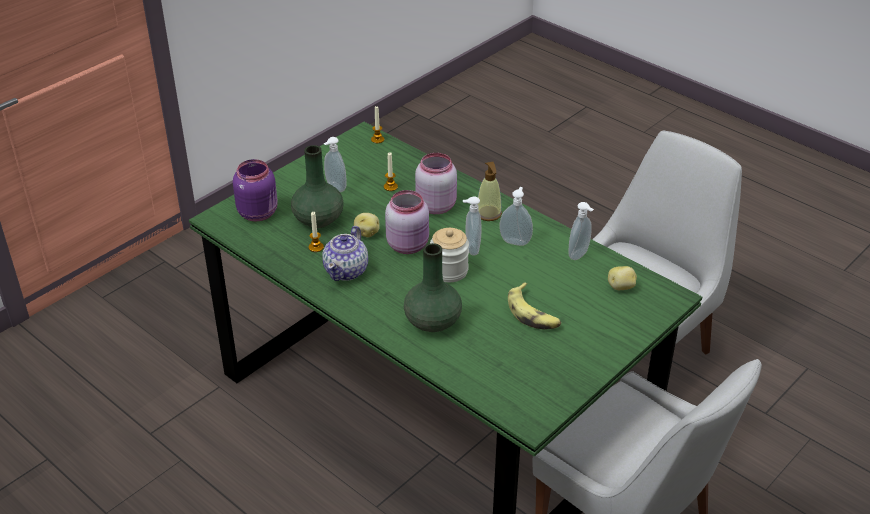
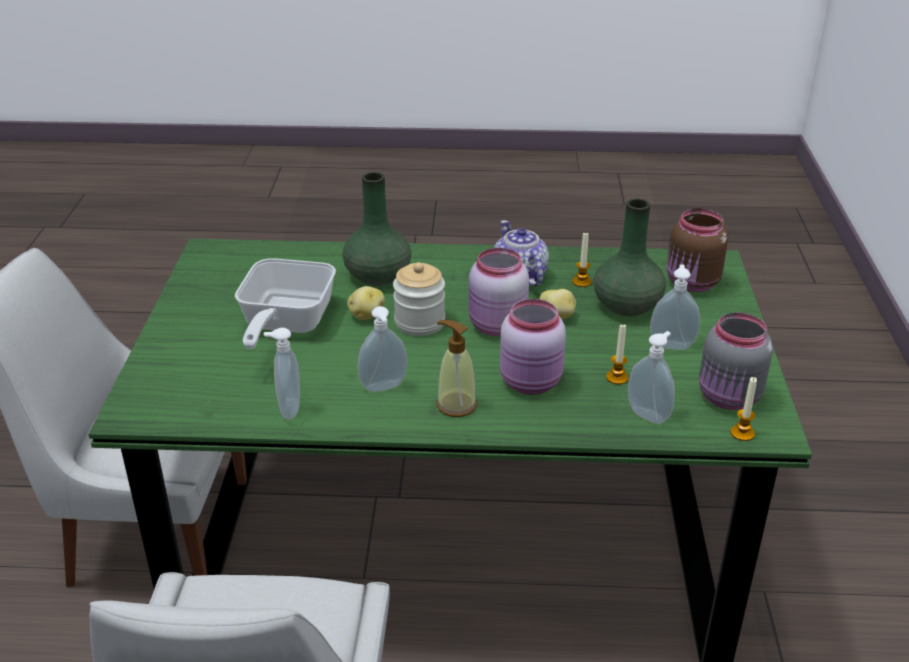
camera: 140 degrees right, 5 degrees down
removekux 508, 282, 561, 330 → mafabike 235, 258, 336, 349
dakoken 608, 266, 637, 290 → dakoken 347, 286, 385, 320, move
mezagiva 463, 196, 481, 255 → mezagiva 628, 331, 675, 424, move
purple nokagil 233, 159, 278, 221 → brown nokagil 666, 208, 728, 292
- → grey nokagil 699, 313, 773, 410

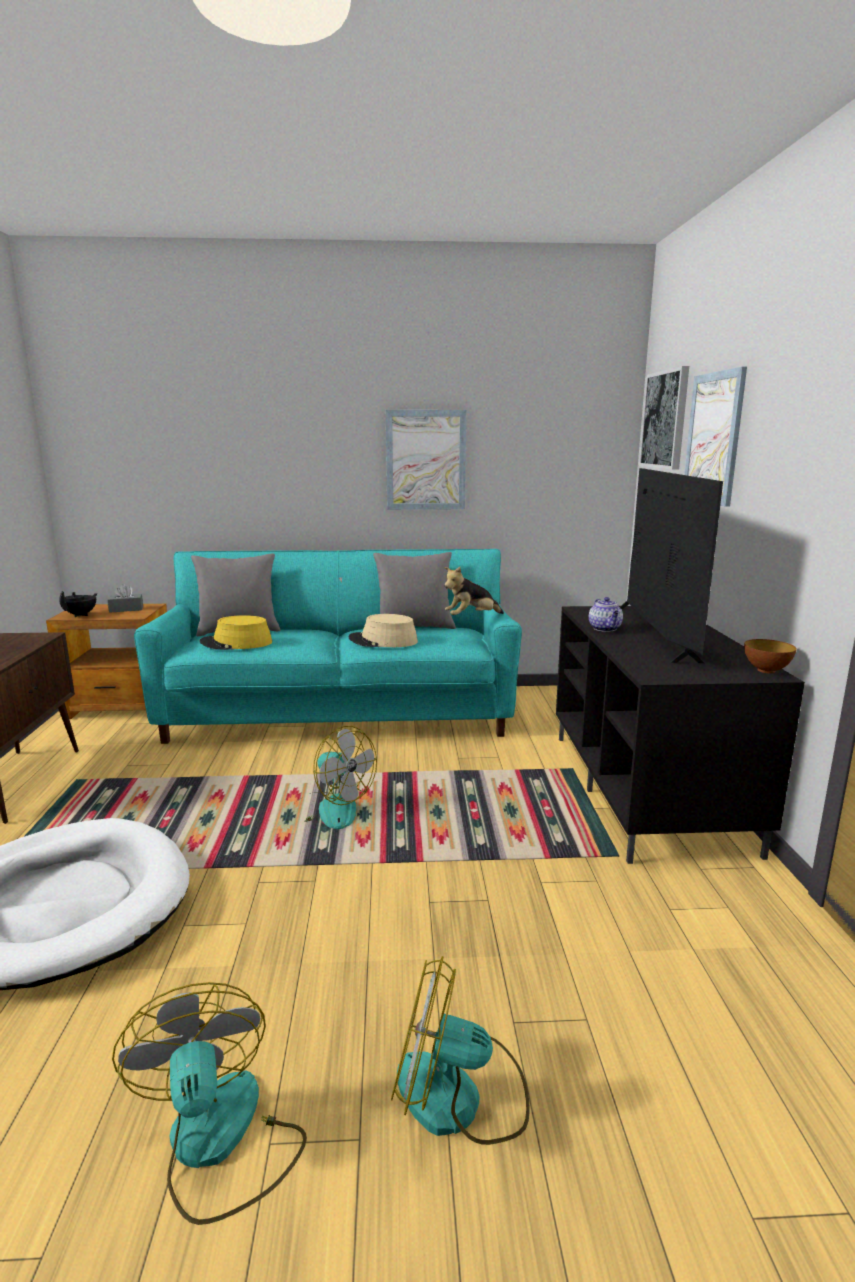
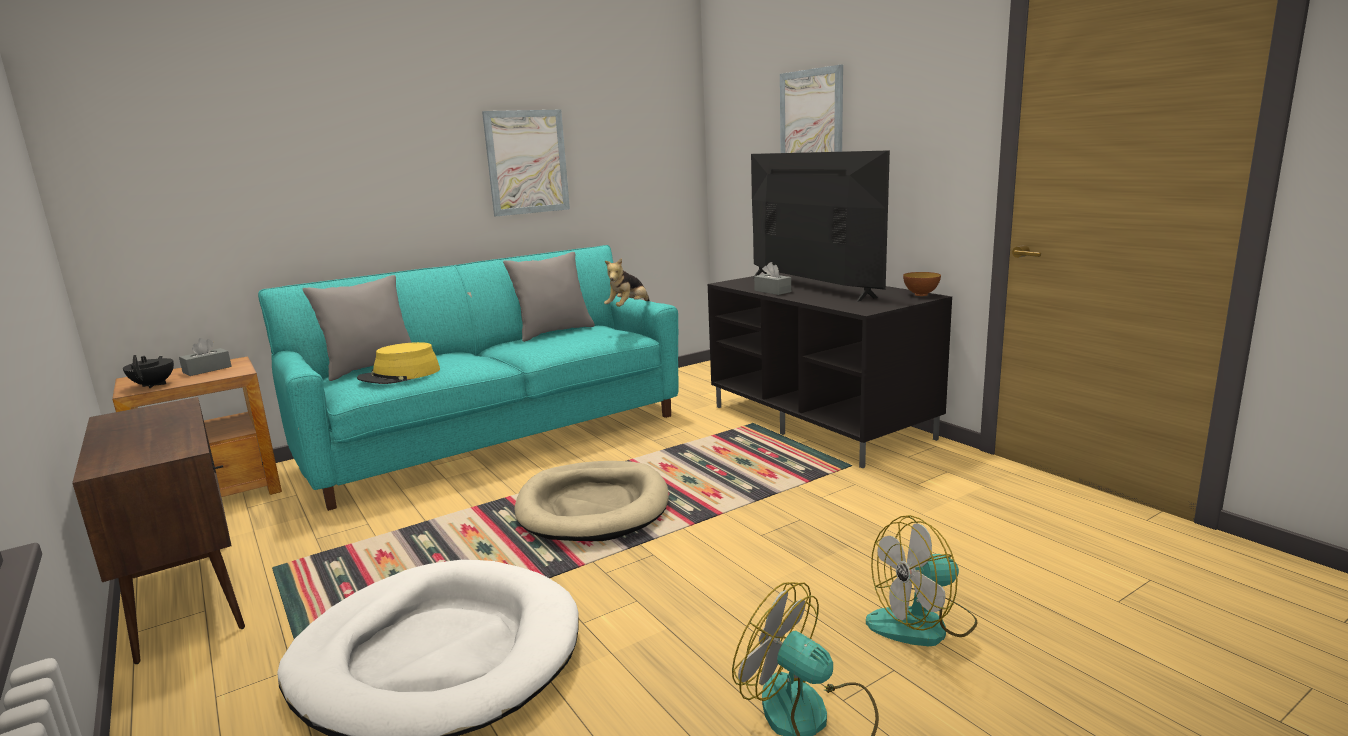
camera: 30 degrees left, 0 degrees up
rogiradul 302, 726, 377, 829 → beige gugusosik 515, 461, 669, 541
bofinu 589, 597, 623, 632 → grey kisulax 754, 262, 791, 295
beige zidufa 349, 614, 418, 647 → -
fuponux 639, 366, 689, 469 → -

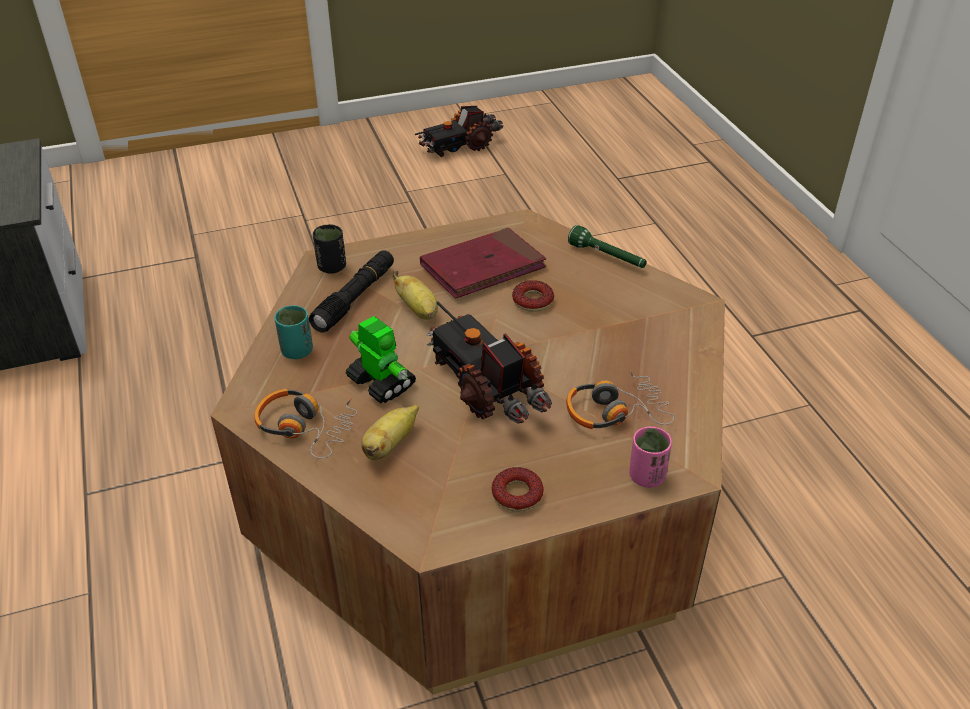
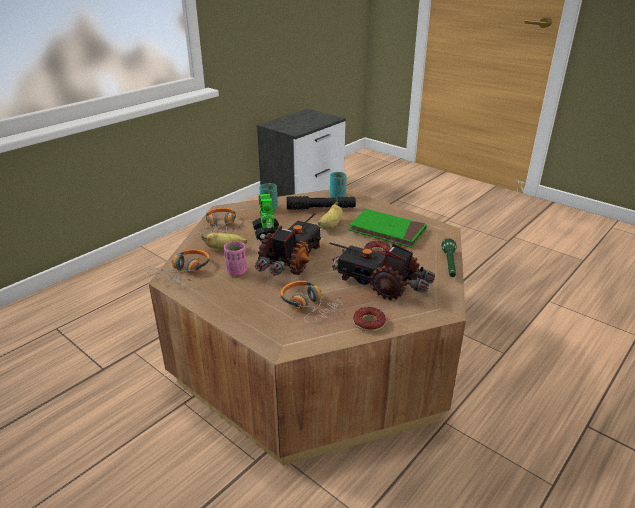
camera: 60 degrees right, 10 degrees down
- → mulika 147, 249, 210, 283
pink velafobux 629, 426, 672, 488 → pink velafobux 224, 241, 247, 276, move
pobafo 346, 316, 416, 404 → pobafo 252, 194, 279, 241, 150 degrees clockwise
black velafobux 313, 224, 346, 274 → turquoise velafobux 330, 172, 346, 198
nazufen 415, 106, 503, 157 → nazufen 330, 242, 435, 300, move
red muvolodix 420, 228, 546, 299 → green muvolodix 348, 209, 427, 248
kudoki 491, 467, 544, 512 → kudoki 353, 307, 386, 332, move

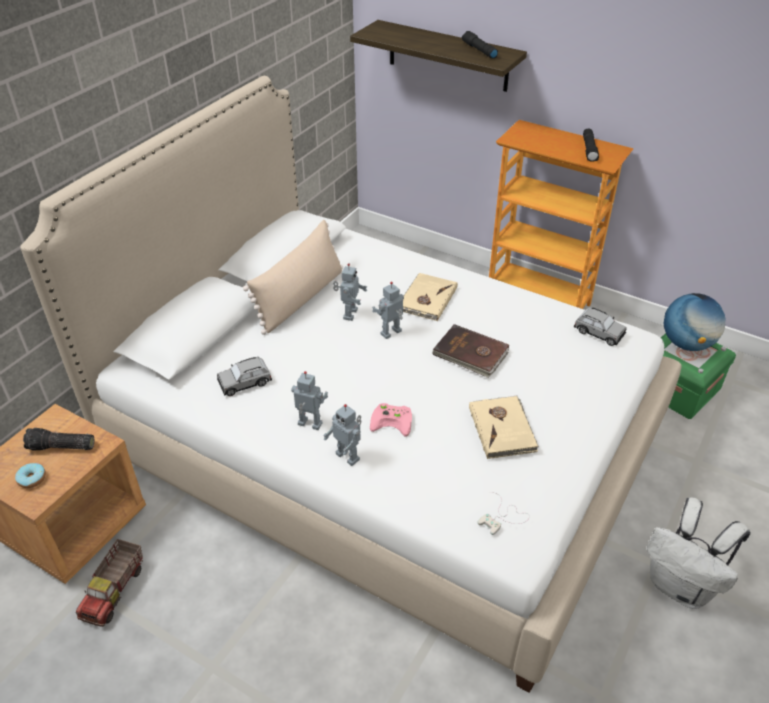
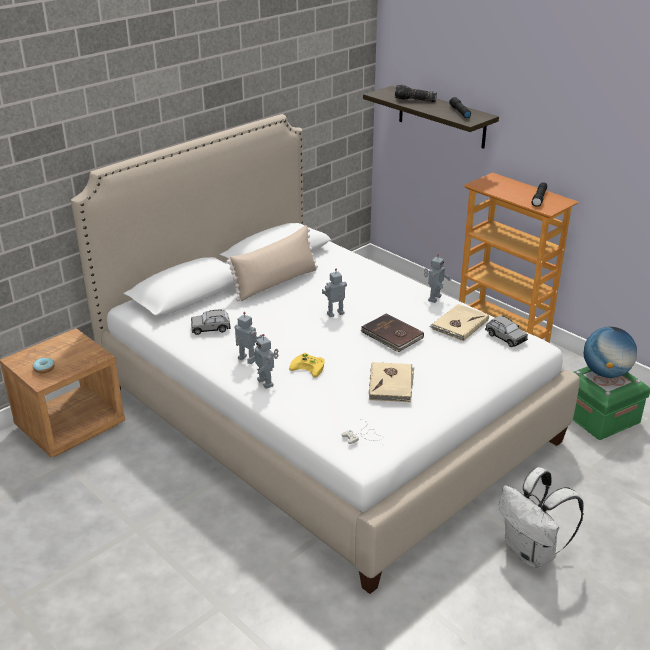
camera: 15 degrees right, 10 degrees down
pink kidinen 370, 403, 412, 436 → yellow kidinen 289, 353, 325, 378
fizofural 23, 428, 94, 451 → fizofural 395, 85, 437, 102, move
pobafo 333, 263, 367, 321 → pobafo 424, 254, 451, 303, move
beige muvolodix 403, 273, 458, 321 → beige muvolodix 429, 304, 489, 341, move
nazufen 75, 539, 143, 627 → -

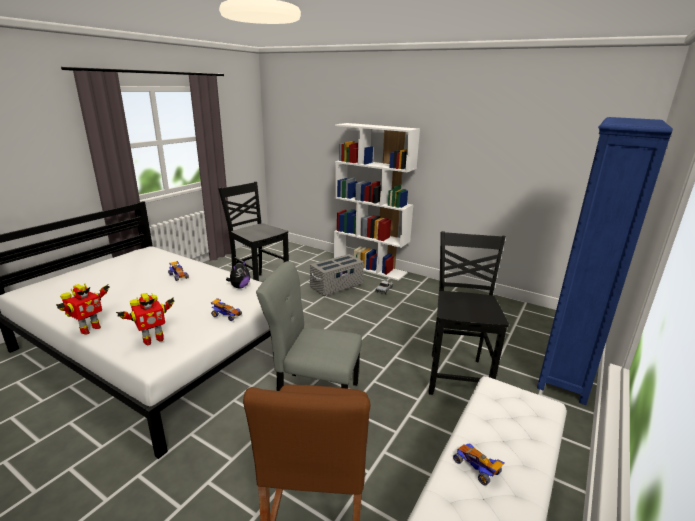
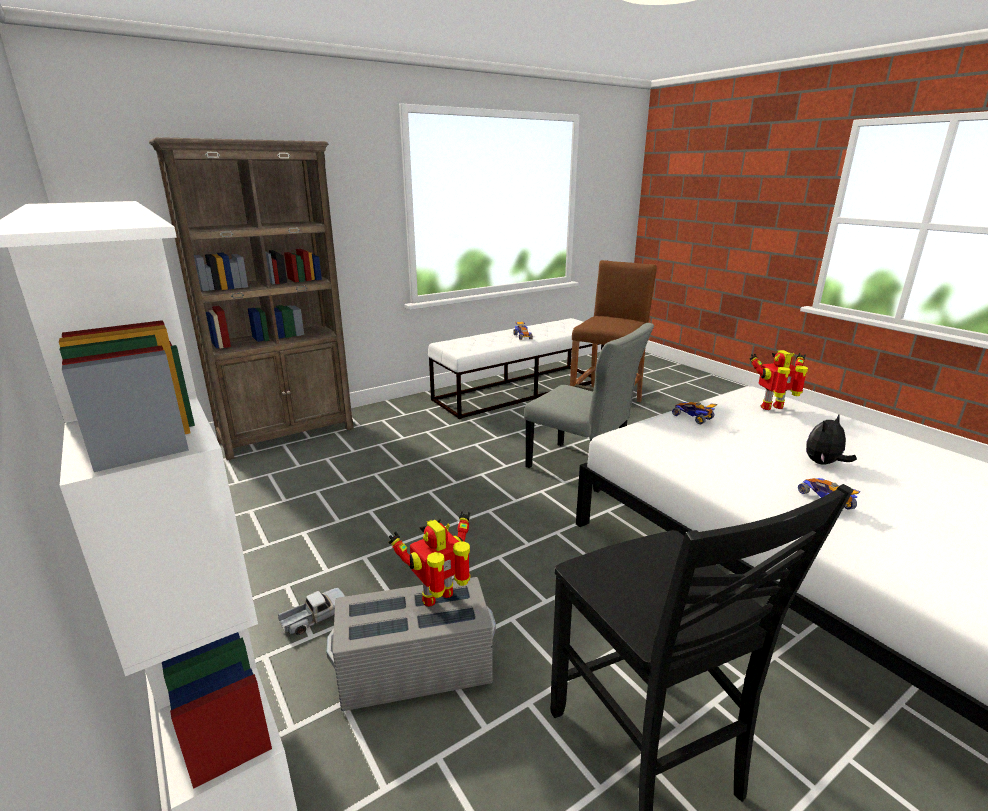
camera: 155 degrees left, 0 degrees up
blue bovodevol 537, 117, 673, 405 → brown bovodevol 149, 137, 354, 460
pobafo 56, 284, 110, 334 → pobafo 389, 511, 471, 607, move
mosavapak 226, 261, 250, 289 → mosavapak 806, 415, 857, 465, move
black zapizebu 429, 231, 509, 395 → -

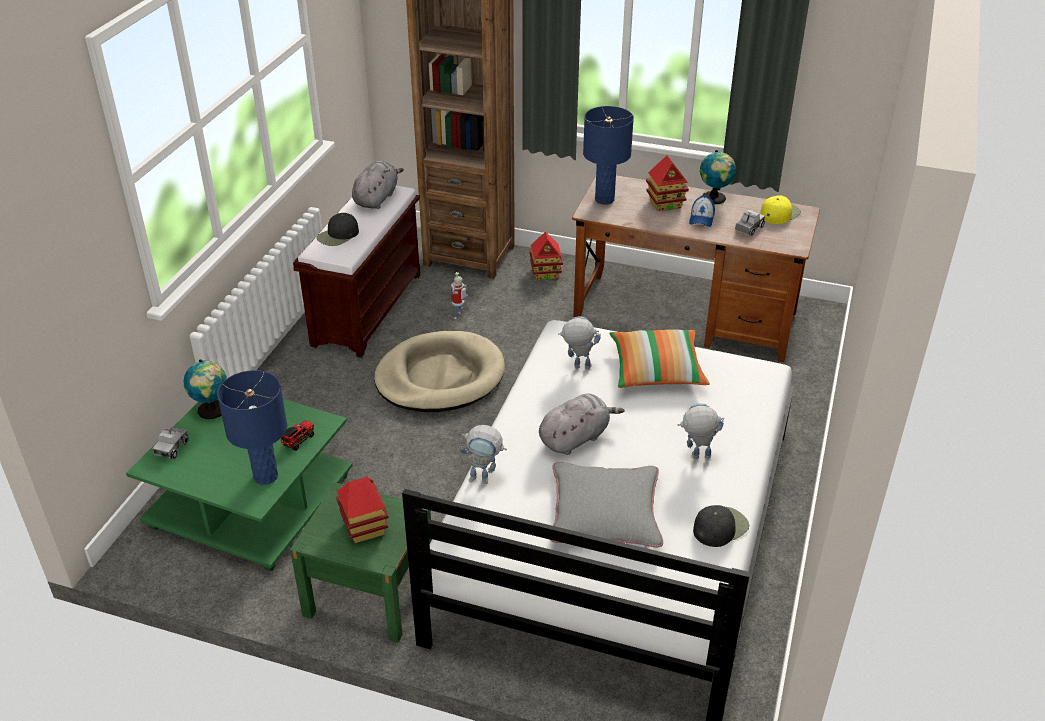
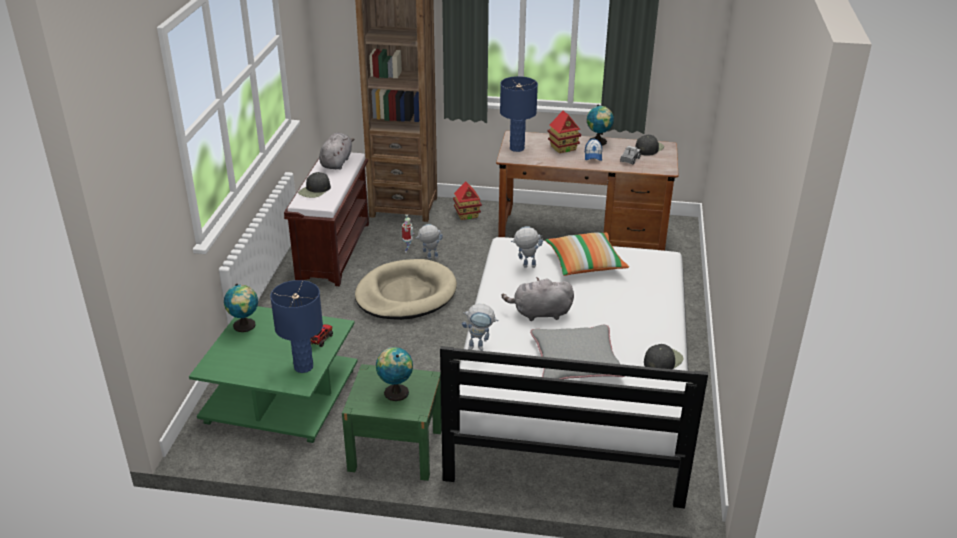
camera: 10 degrees left, 5 degrees down
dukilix 336, 477, 389, 543 → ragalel 376, 347, 413, 401
pobafo 678, 403, 724, 459 → pobafo 416, 224, 443, 259, move
grey mosavapak 539, 394, 624, 455 → grey mosavapak 502, 277, 574, 321, 135 degrees counterclockwise
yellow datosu 760, 195, 801, 224 → black datosu 635, 135, 664, 156
nazufen 152, 427, 189, 459 → -

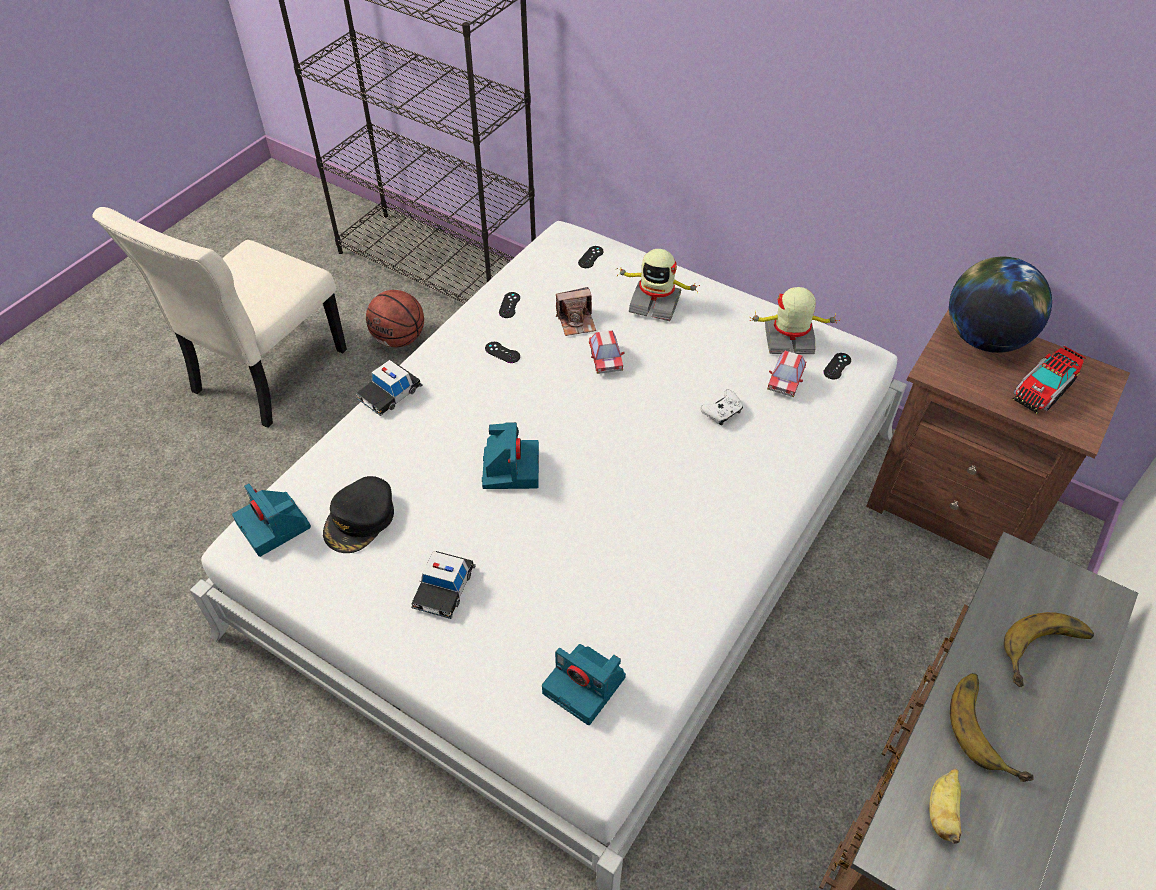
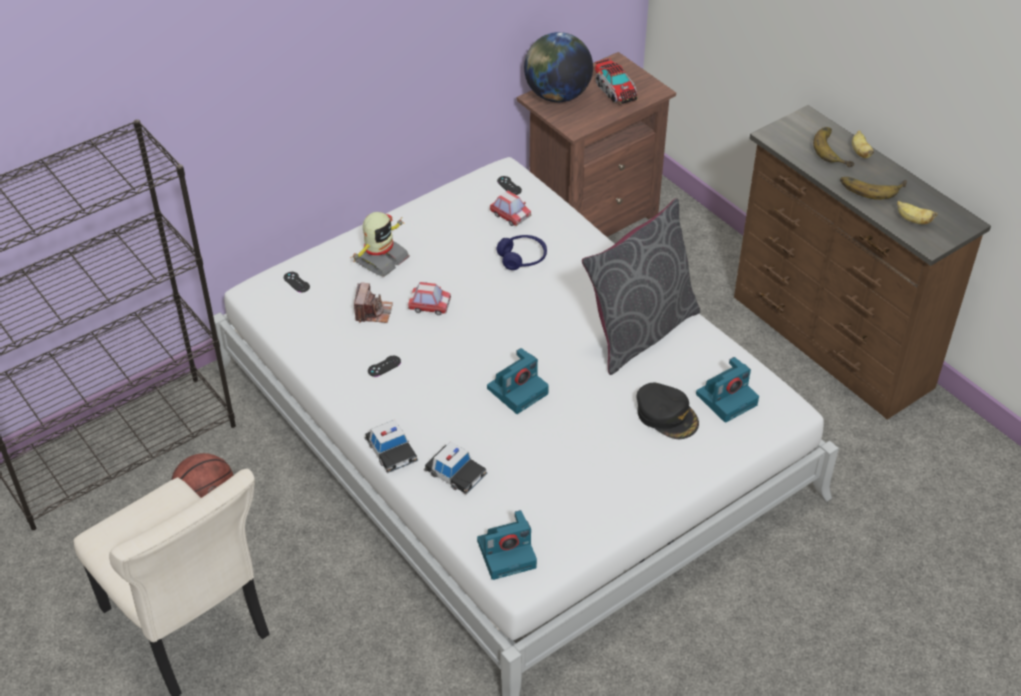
camera: 70 degrees left, 5 degrees down
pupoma 411, 551, 476, 619 → pupoma 424, 442, 487, 495, move
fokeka 482, 422, 539, 489 → fokeka 487, 348, 549, 414, 120 degrees clockwise
white kidinen 700, 390, 743, 425 → blue mulika 496, 235, 547, 270
- → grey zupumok 582, 198, 700, 375
black datosu 323, 476, 394, 553 → black datosu 637, 383, 699, 439, move
- → removekux 852, 130, 874, 158
black kidinen 499, 292, 520, 318 → -
pobafo 749, 287, 840, 354 → -

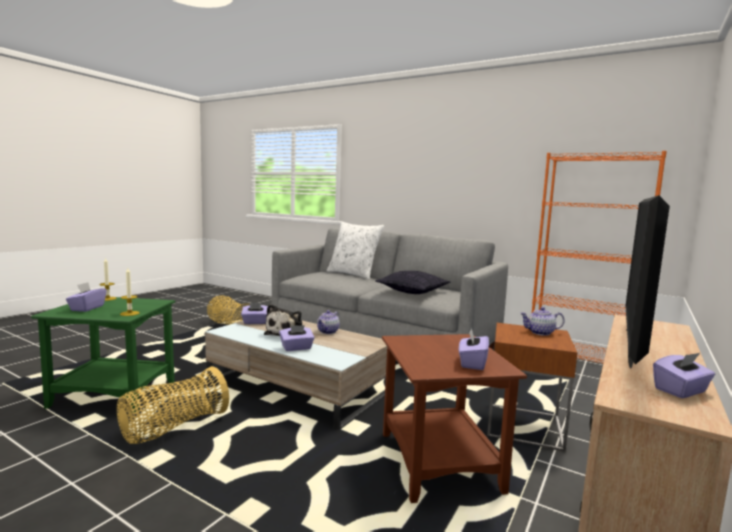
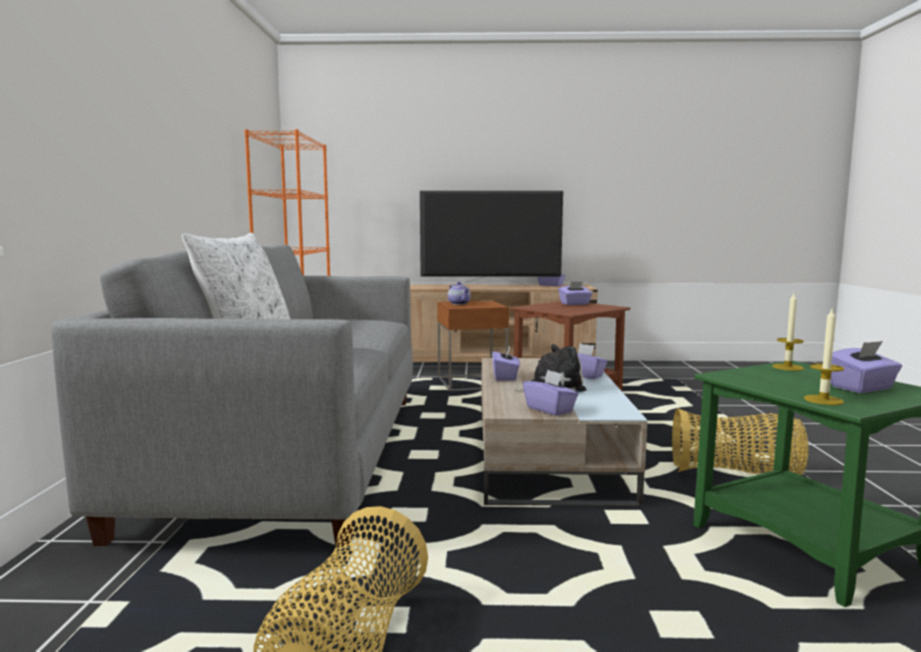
camera: 120 degrees left, 0 degrees up
bofinu 317, 310, 340, 334 → purple kisulax 492, 347, 520, 380
zupumok 375, 271, 450, 294 → -

